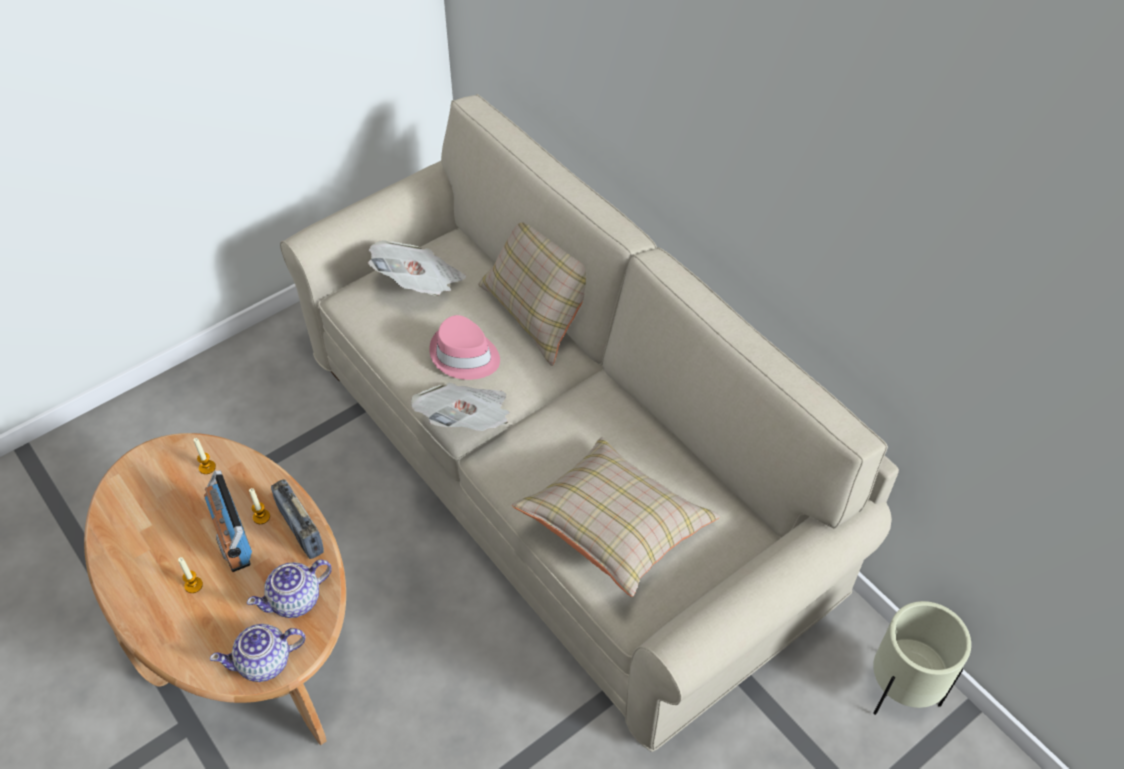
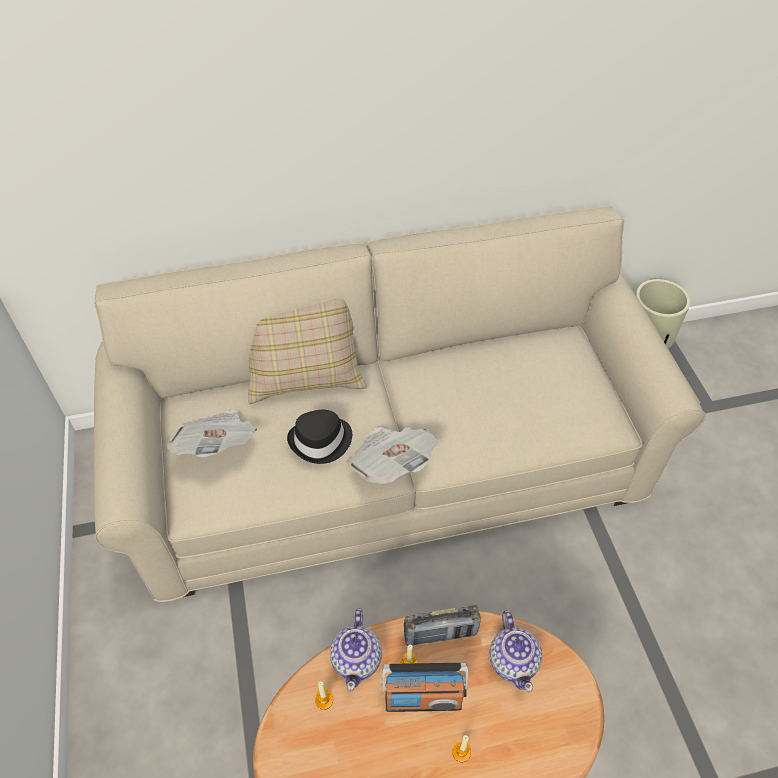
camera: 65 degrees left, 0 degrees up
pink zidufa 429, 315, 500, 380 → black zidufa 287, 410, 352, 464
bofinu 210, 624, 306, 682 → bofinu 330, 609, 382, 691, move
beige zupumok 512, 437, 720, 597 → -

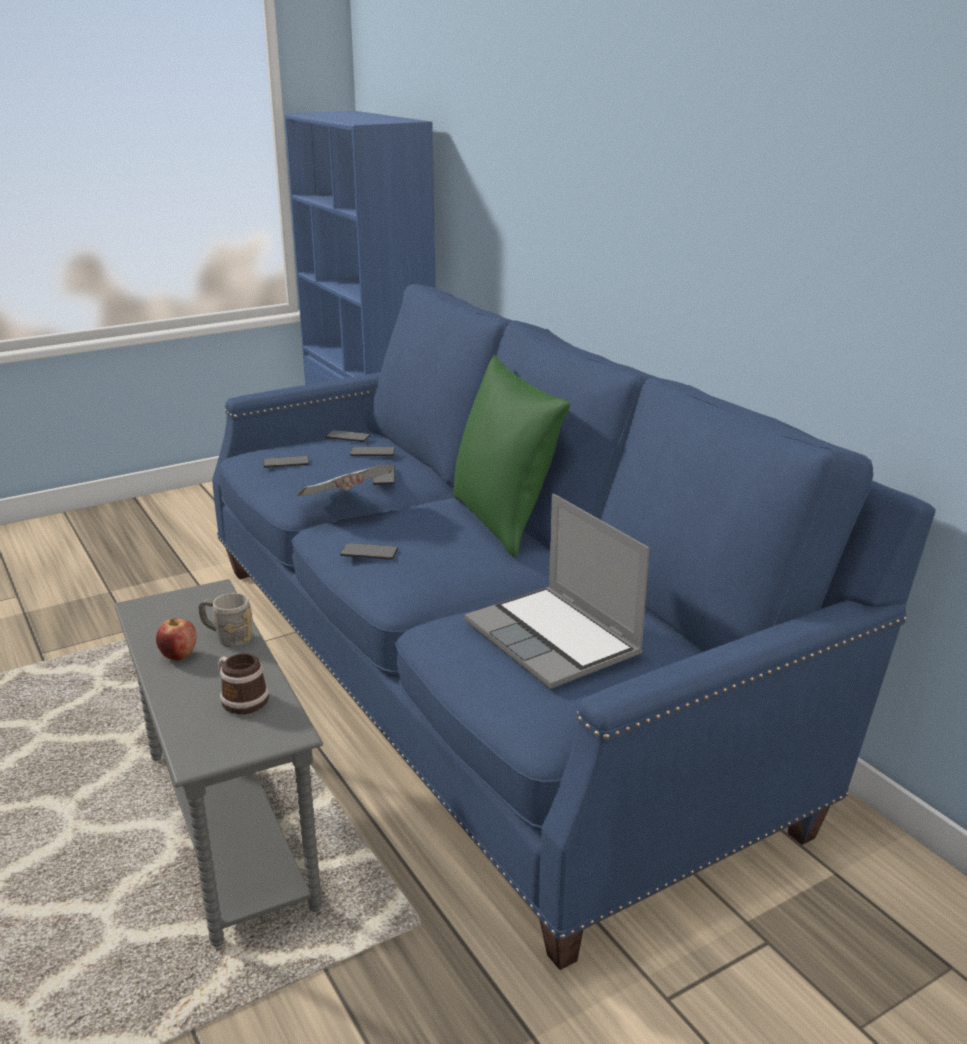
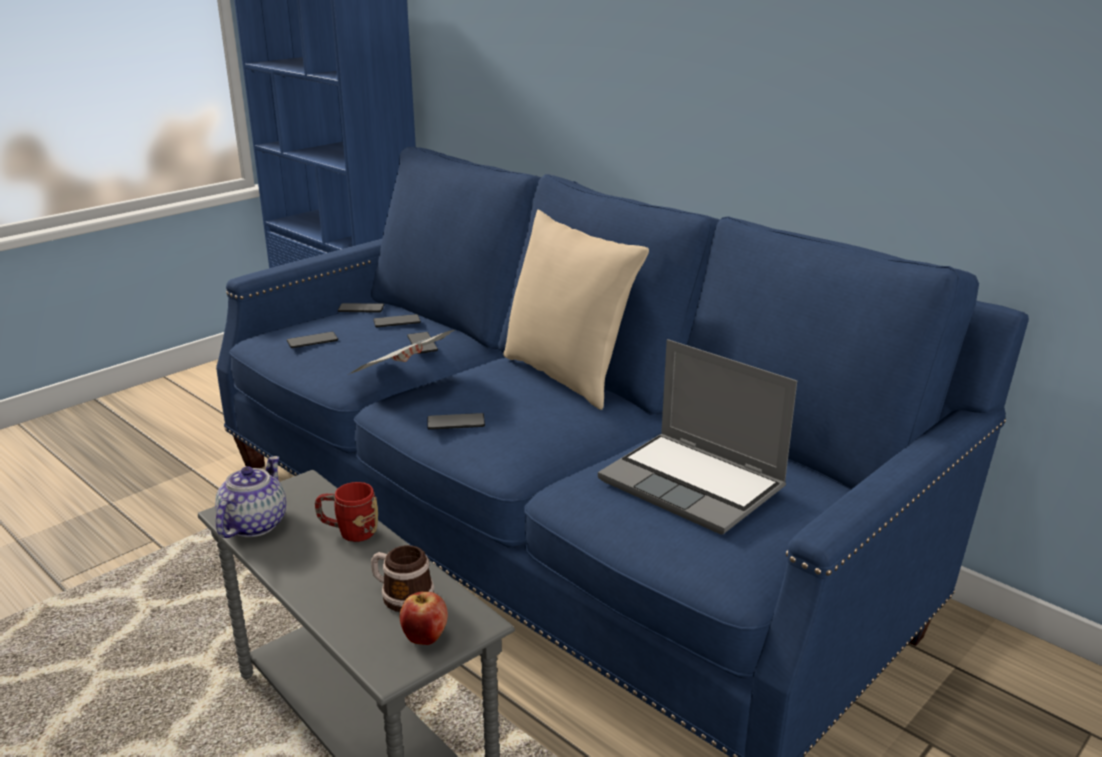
camera: 15 degrees left, 0 degrees up
- → bofinu 215, 456, 286, 538
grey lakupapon 199, 593, 252, 647 → red lakupapon 315, 482, 378, 542
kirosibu 156, 618, 197, 661 → kirosibu 400, 592, 448, 645, move
green zupumok 453, 355, 570, 558 → beige zupumok 503, 209, 649, 410

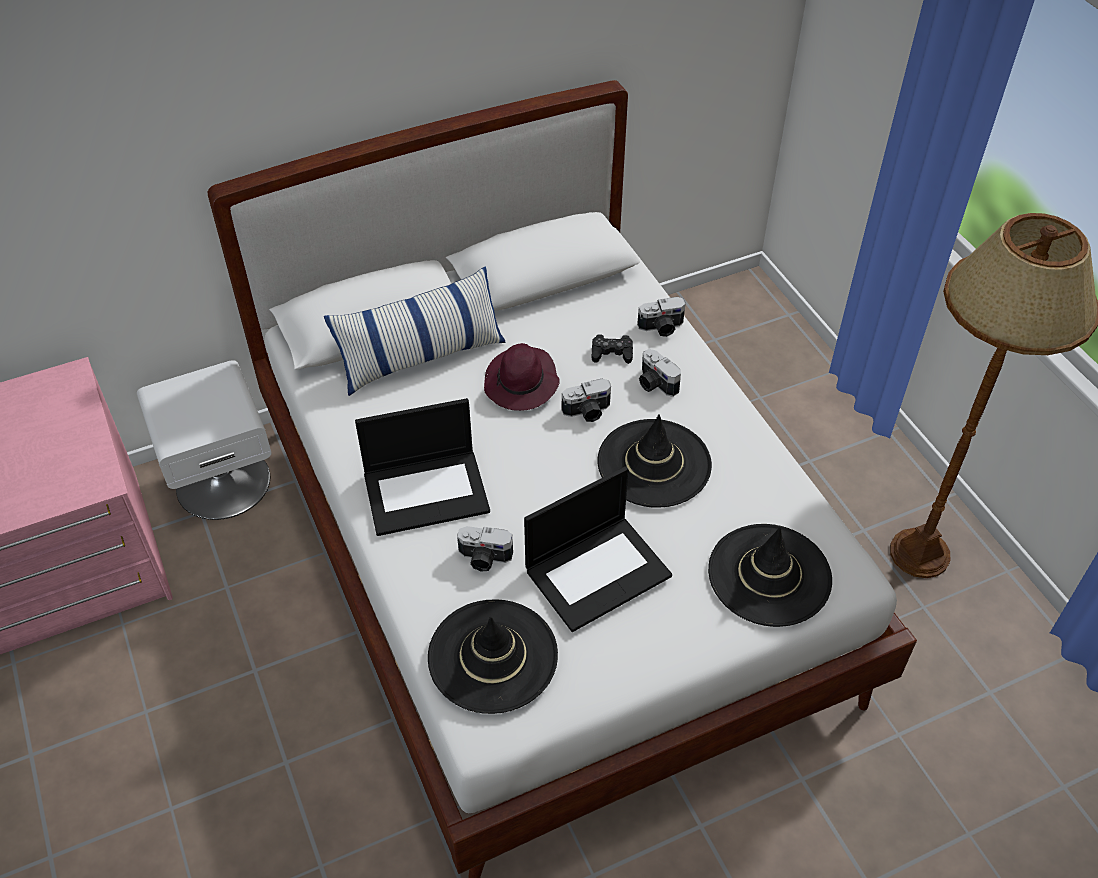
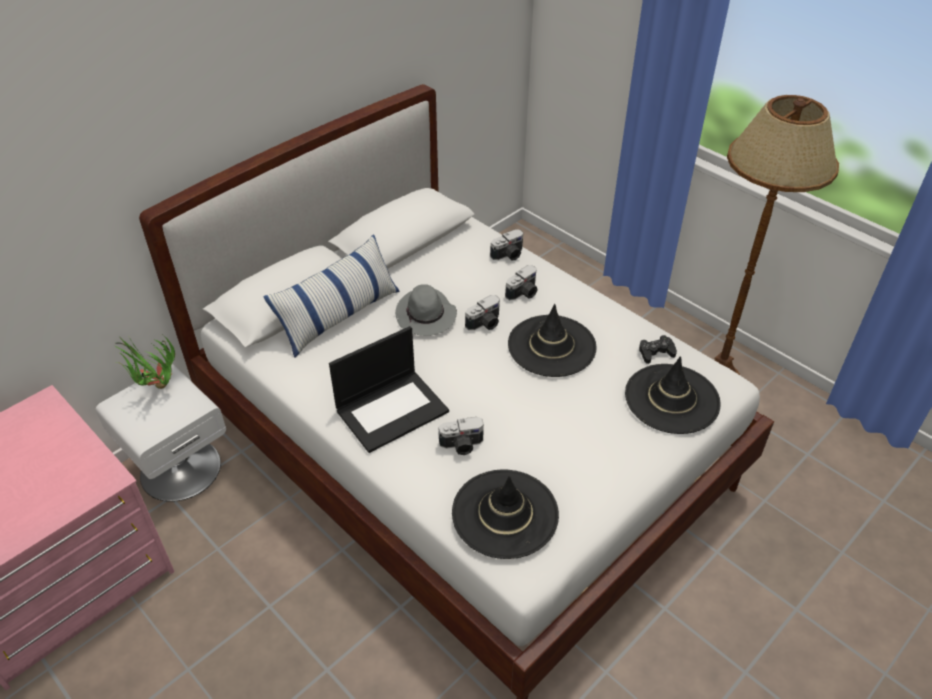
camera: 20 degrees left, 5 degrees down
- → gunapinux 115, 335, 175, 389
purple zidufa 484, 343, 560, 411 → grey zidufa 395, 284, 457, 336
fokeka 639, 349, 681, 397 → fokeka 505, 265, 538, 300, 75 degrees counterclockwise
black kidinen 591, 335, 633, 364 → black kidinen 639, 335, 677, 364, move
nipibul 524, 466, 672, 632 → -

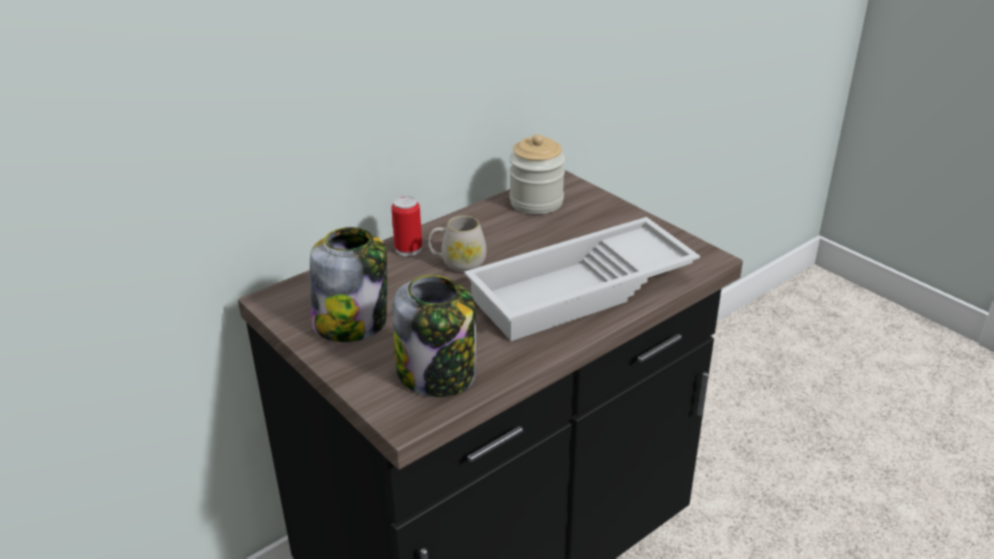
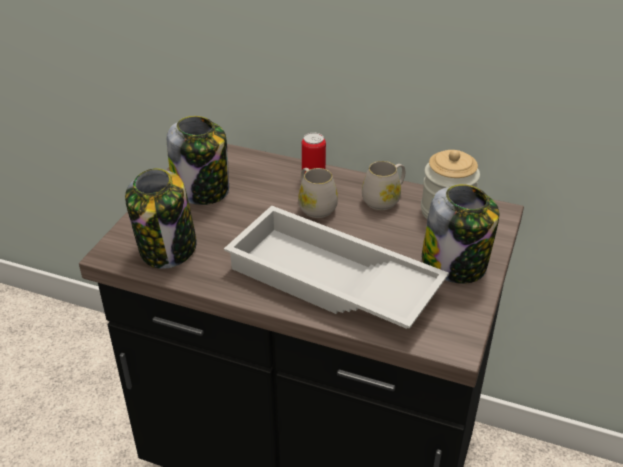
camera: 60 degrees right, 5 degrees up
- → white lakupapon 362, 161, 405, 210
- → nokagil 422, 184, 499, 284

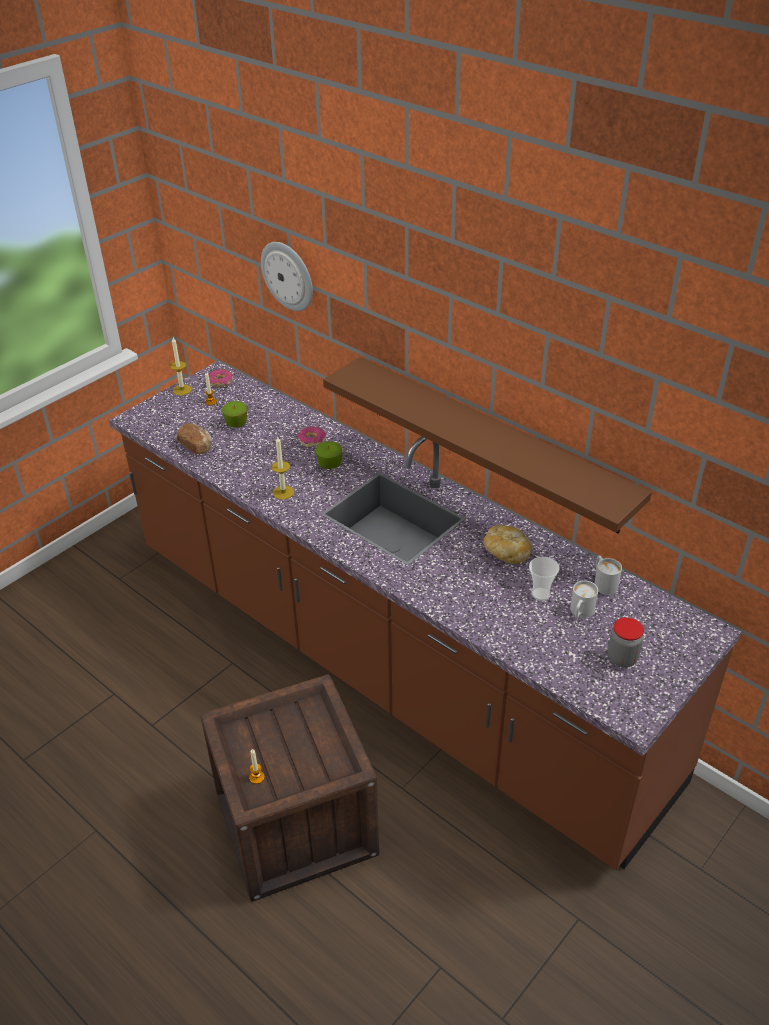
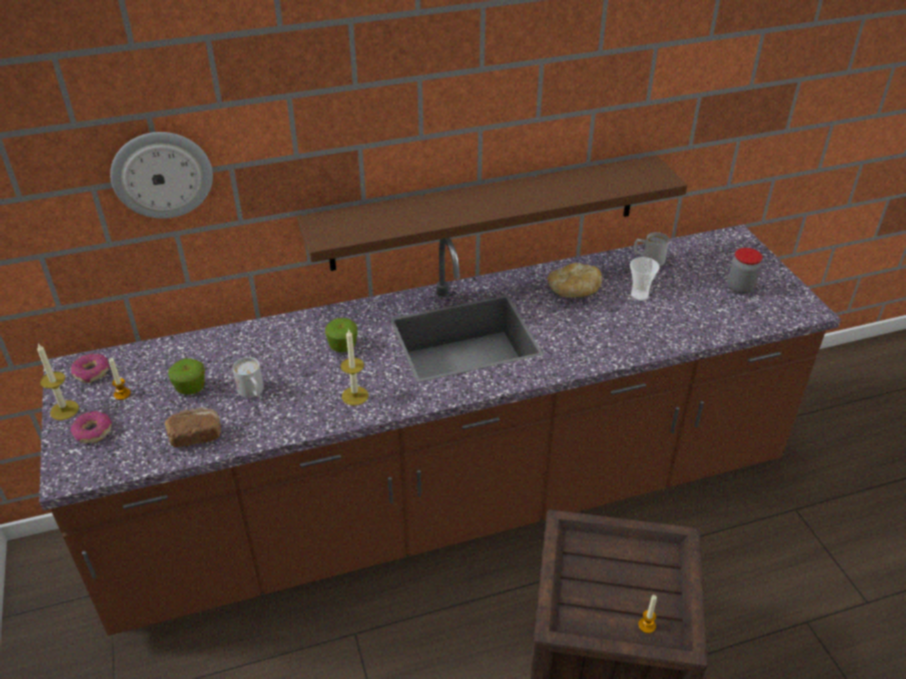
camera: 60 degrees left, 0 degrees up
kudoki 297, 426, 326, 447 → kudoki 70, 411, 112, 443, move
white lakupapon 570, 580, 598, 619 → white lakupapon 232, 357, 264, 398, move

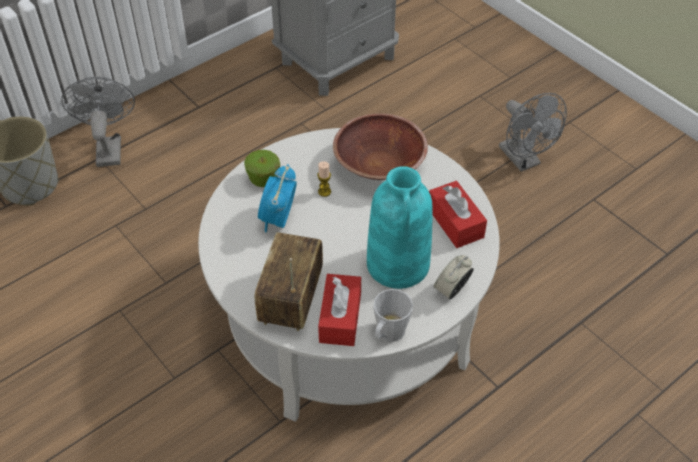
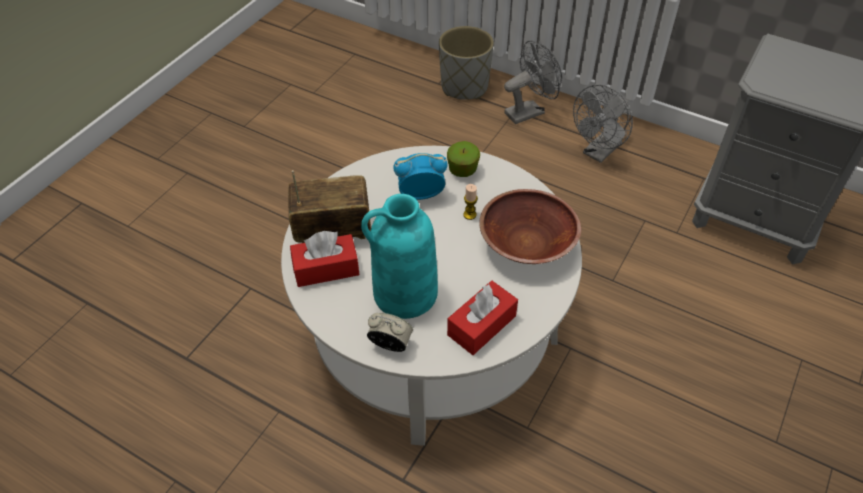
camera: 70 degrees right, 0 degrees up
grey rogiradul 499, 93, 567, 172 → grey rogiradul 573, 85, 633, 163, move
grey lakupapon 373, 289, 413, 342 → -

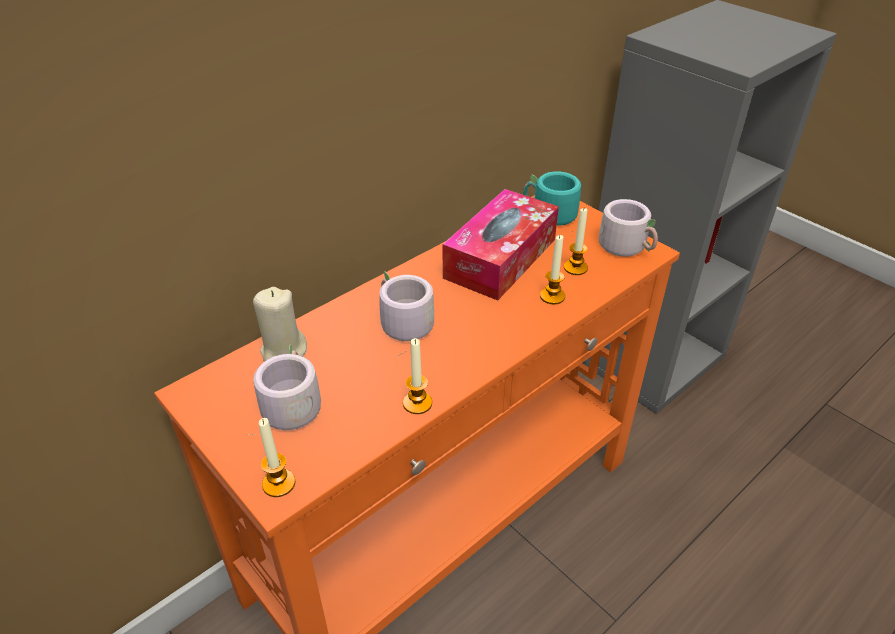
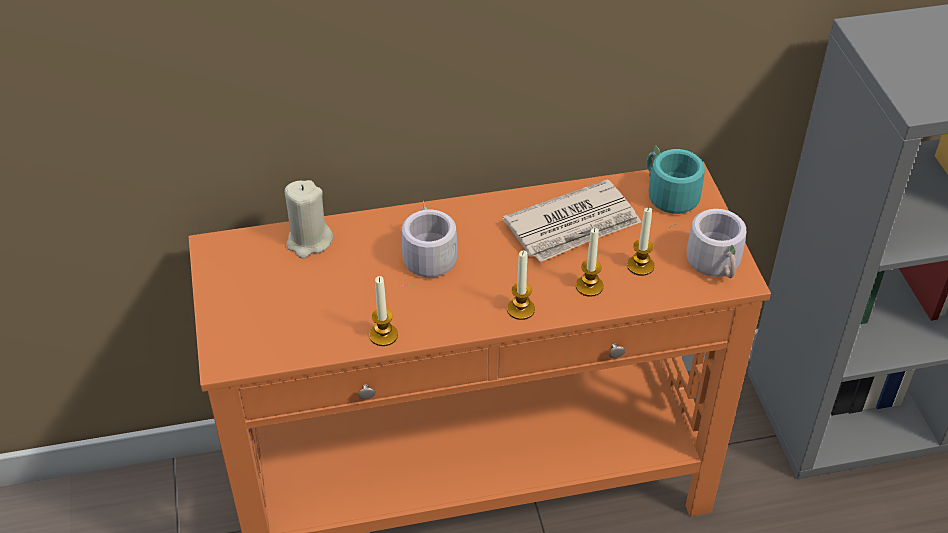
camera: 30 degrees right, 5 degrees up
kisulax 443, 189, 559, 301 → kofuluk 503, 179, 641, 262
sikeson 259, 418, 295, 497 → sikeson 507, 250, 535, 320, move
grey lakupapon 246, 344, 321, 435 → -

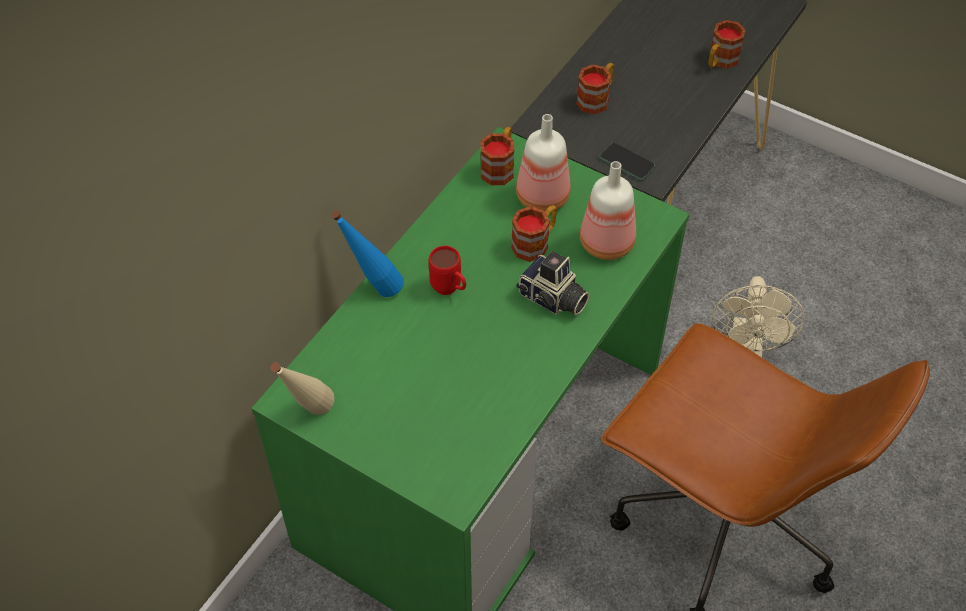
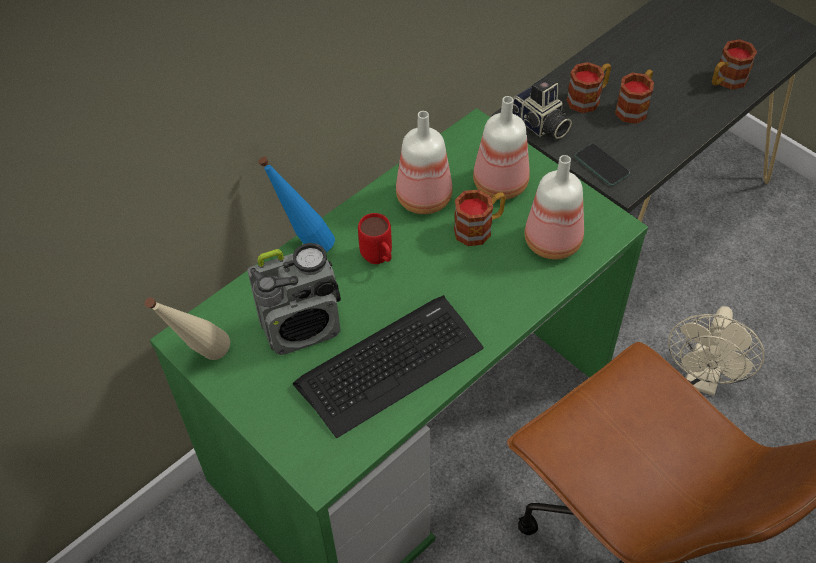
camera: 15 degrees right, 0 degrees up
- → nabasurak 247, 243, 341, 355
- → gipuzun 293, 295, 484, 438
- → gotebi 396, 111, 453, 214
fokeka 516, 251, 590, 315 → fokeka 513, 77, 572, 139, move
lakupapon 481, 127, 514, 185 → lakupapon 615, 70, 654, 124, move

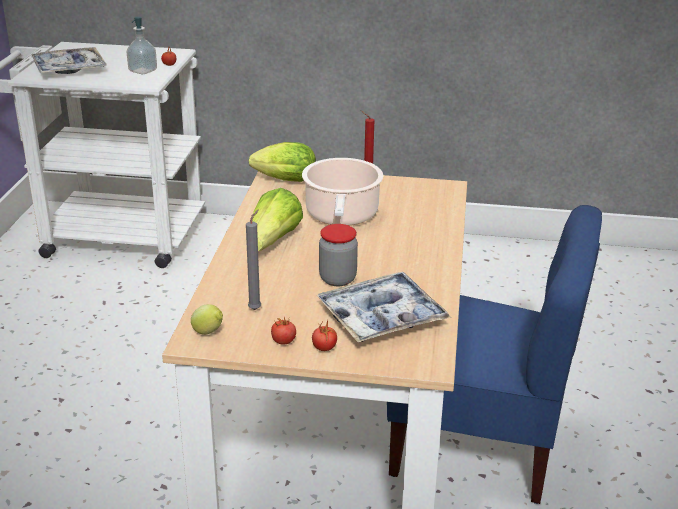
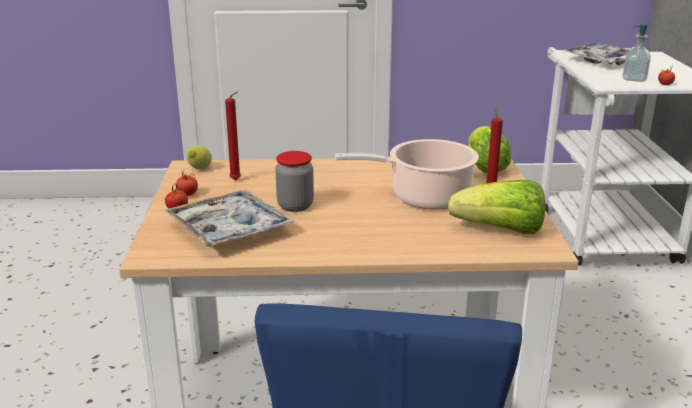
camera: 80 degrees right, 5 degrees down
grey sikeson 246, 209, 261, 310 → red sikeson 225, 91, 241, 180
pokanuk 252, 188, 303, 251 → pokanuk 448, 180, 546, 234, move

